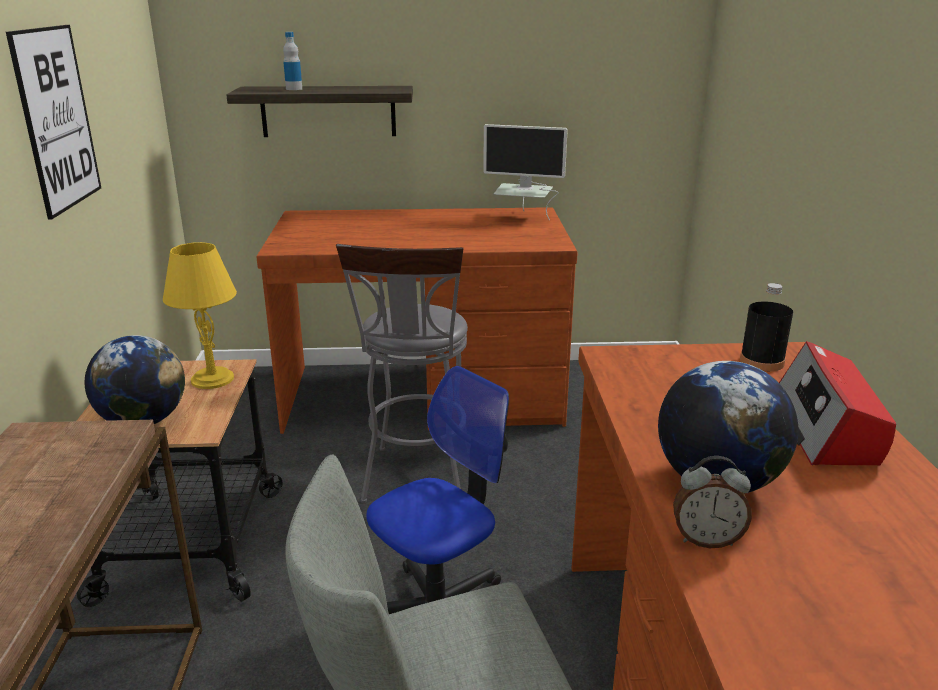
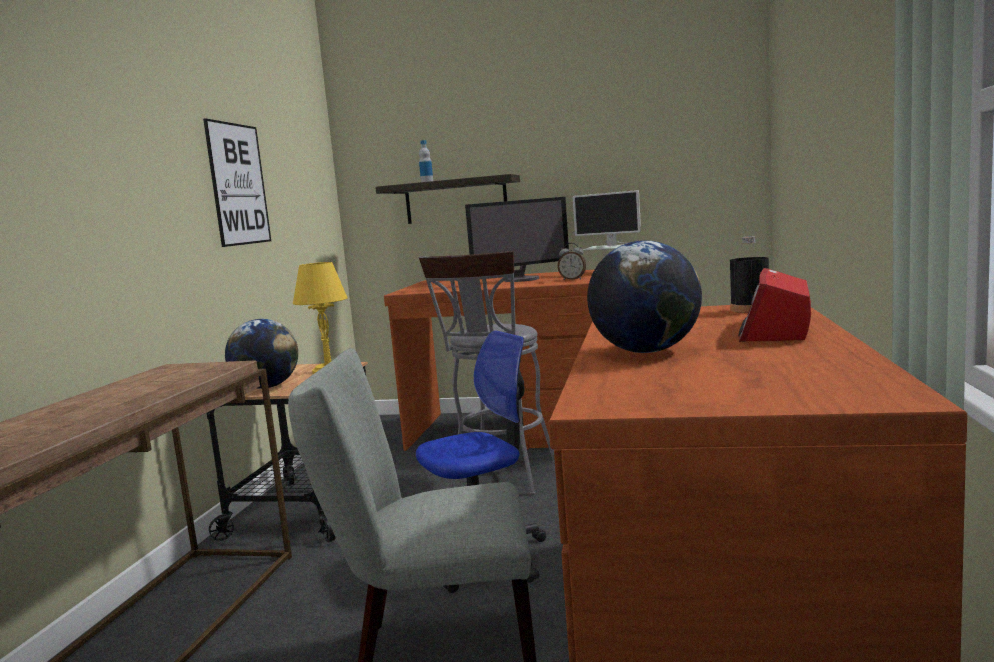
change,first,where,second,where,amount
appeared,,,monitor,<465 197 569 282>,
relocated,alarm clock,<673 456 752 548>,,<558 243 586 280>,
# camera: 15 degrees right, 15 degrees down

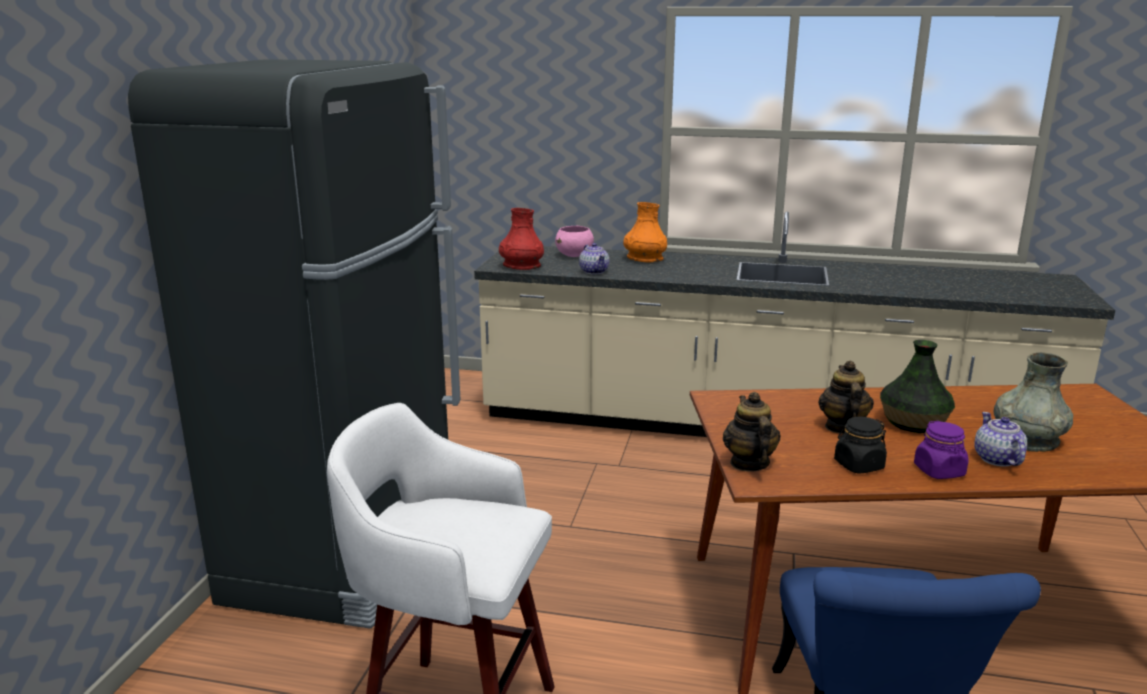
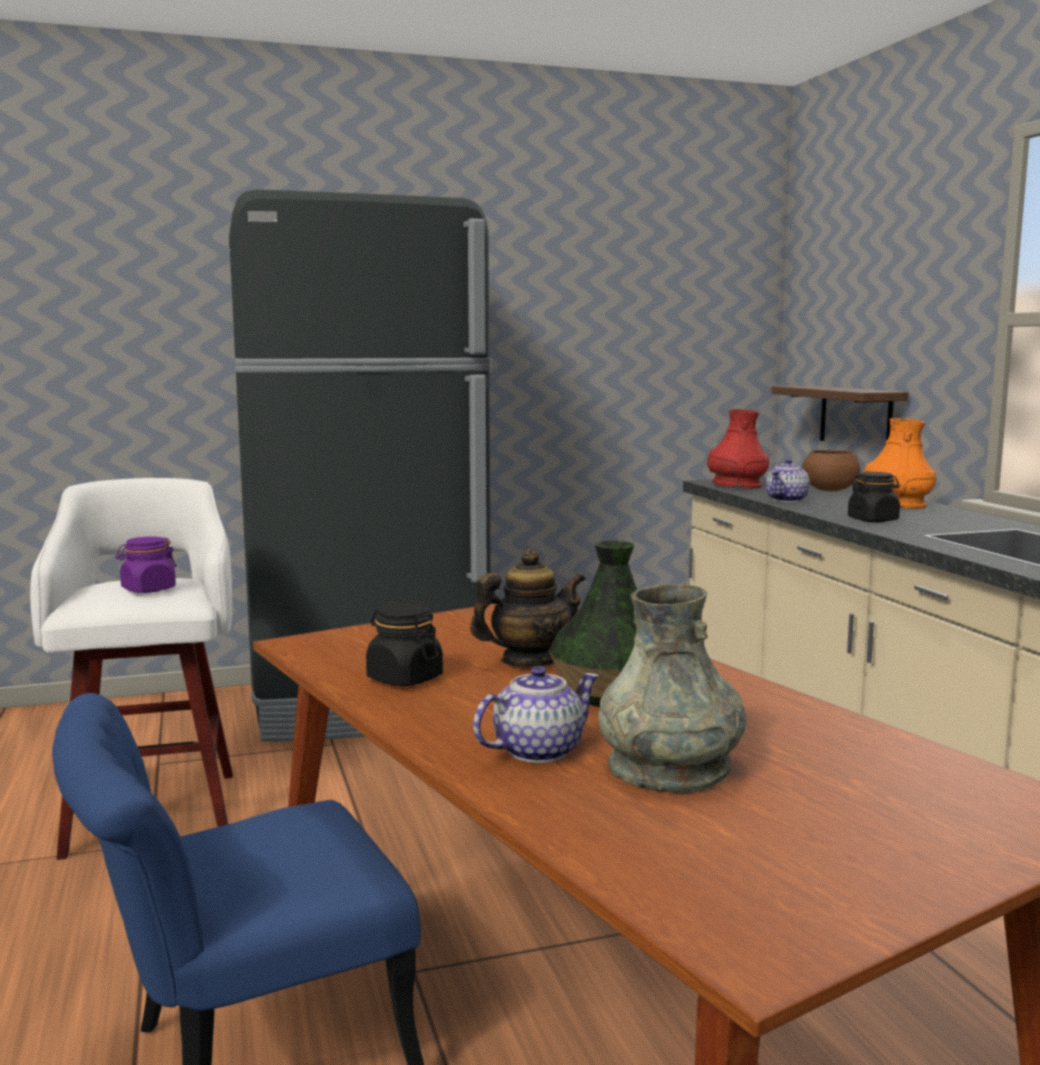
change,first,where,second,where,amount
relocated,purple jar,<914 421 969 479>,,<116 536 176 593>,
appeared,,,shelf,<771 386 909 441>,
colour,pink bowl,<555 226 594 257>,brown bowl,<802 450 860 491>,
appeared,,,black jar,<848 472 900 522>,
missing,teapot,<723 392 781 472>,,,
# camera: 60 degrees right, 10 degrees down

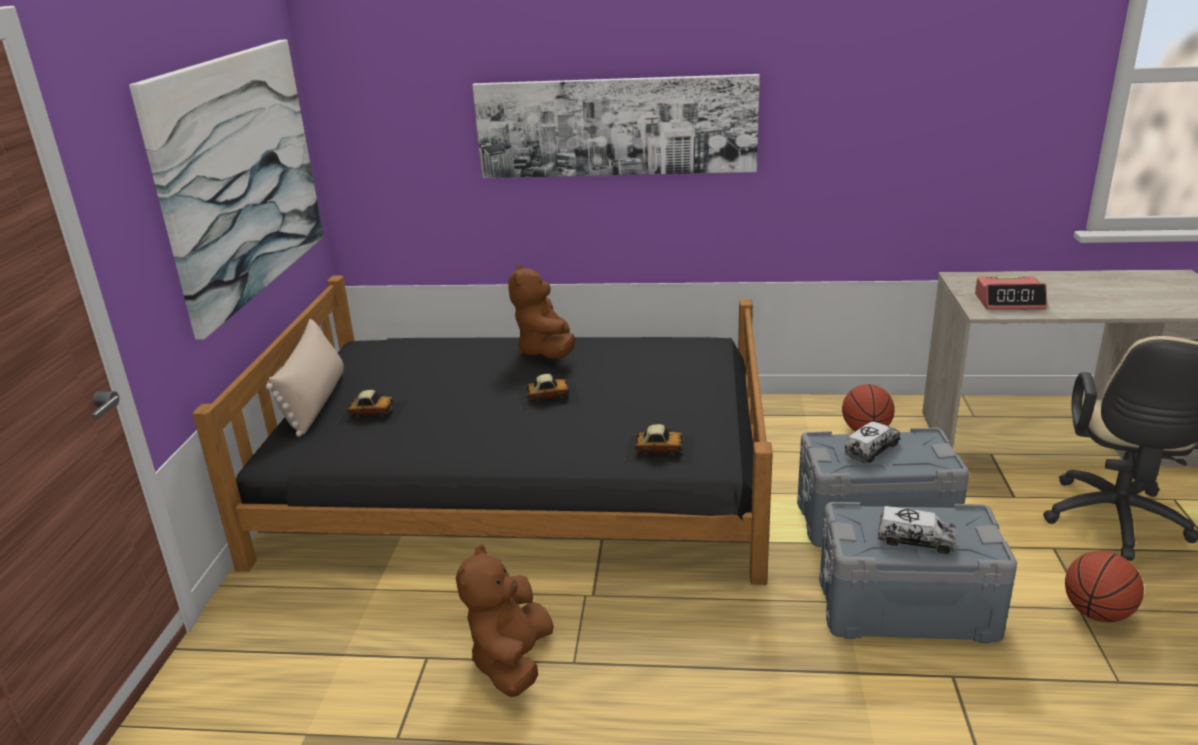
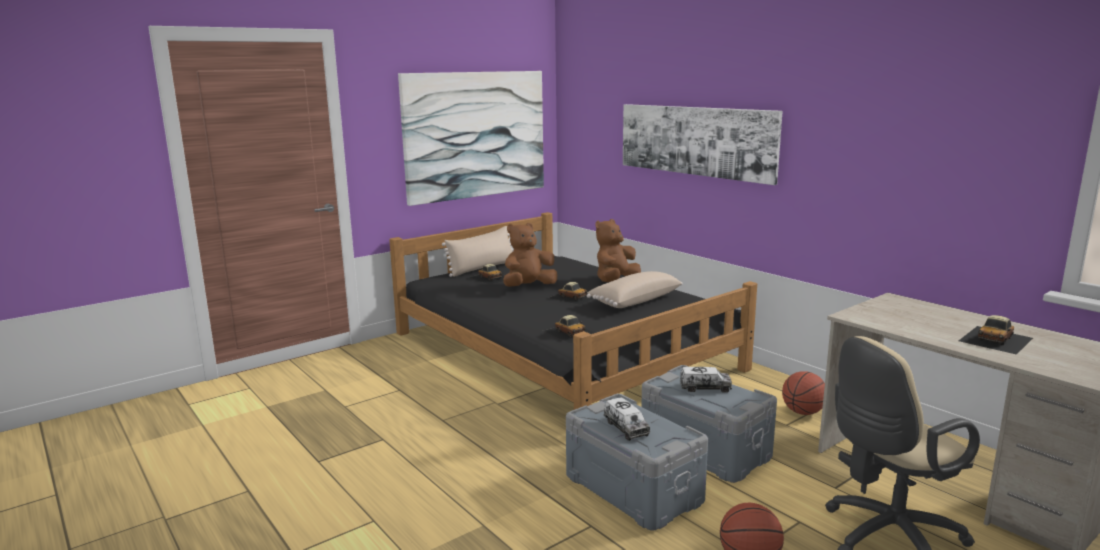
change,first,where,second,where,amount
relocated,brown plush toy,<456 544 554 697>,,<503 223 557 287>,
appeared,,,beige pillow,<587 271 682 308>,
appeared,,,toy car,<959 315 1033 355>,
missing,alarm clock,<975 276 1047 310>,,,
# camera: 45 degrees right, 10 degrees down

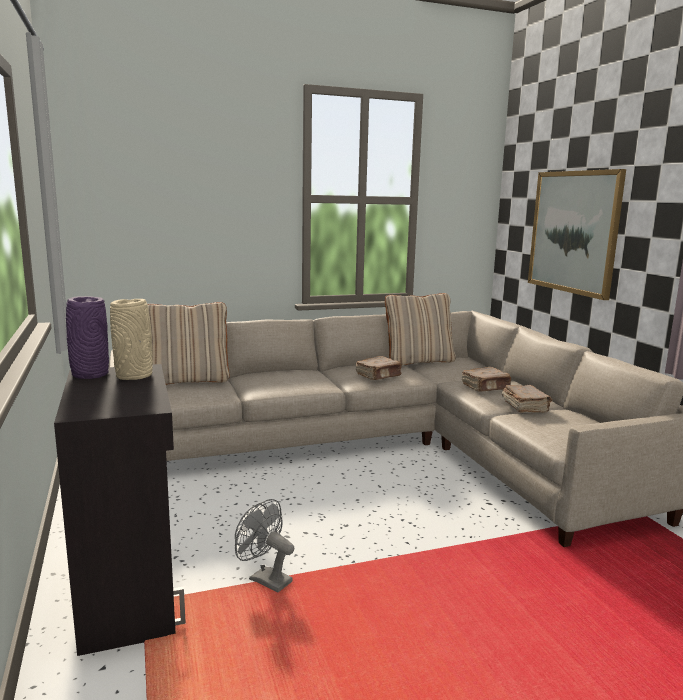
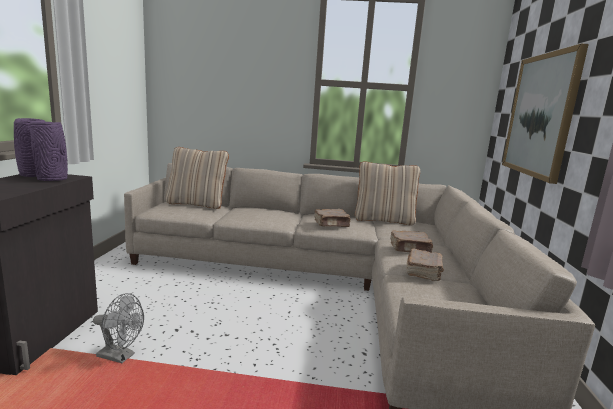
change,first,where,second,where,amount
colour,beige vase,<110 299 153 380>,purple vase,<30 122 68 181>,
spun,grey fan,<235 499 294 592>,,<93 293 144 363>,135 degrees clockwise
# camera: 25 degrees right, 0 degrees up

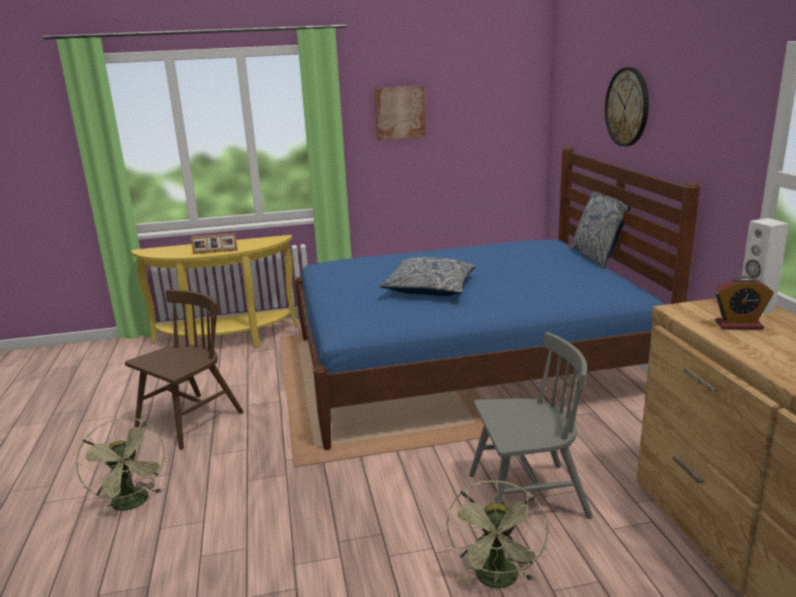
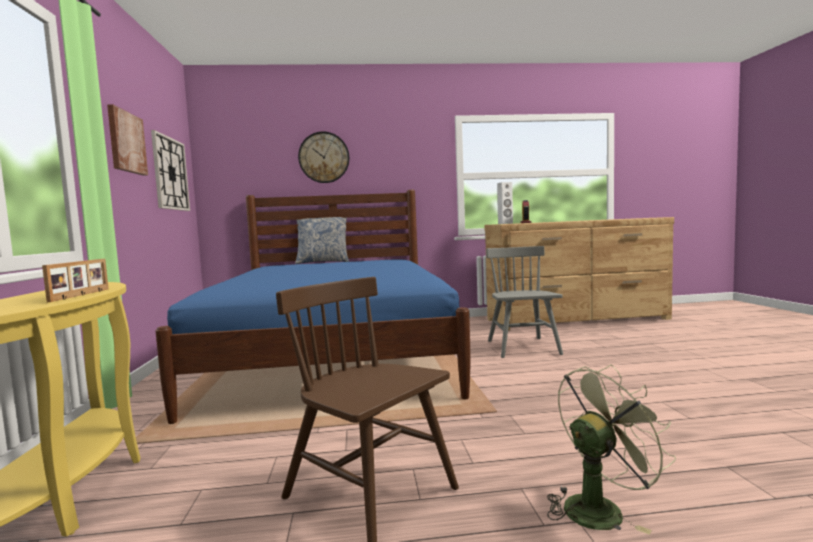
change,first,where,second,where,amount
appeared,,,wall clock,<151 130 190 211>,
missing,pillow,<380 257 476 296>,,,
missing,green fan,<446 480 548 588>,,,
# camera: 85 degrees left, 15 degrees down

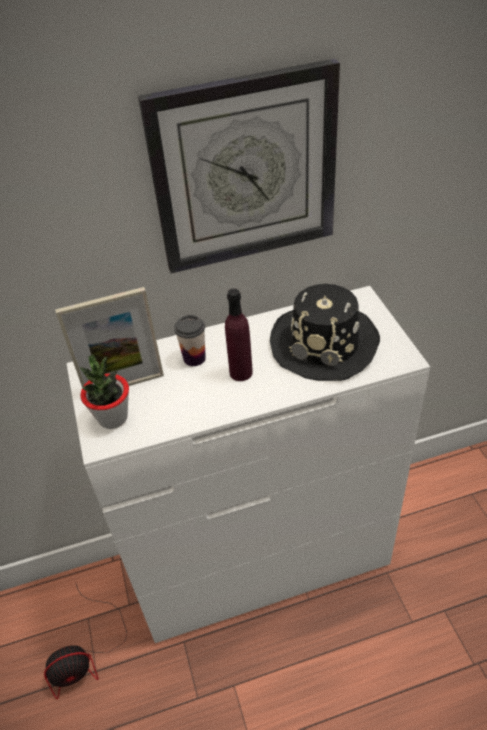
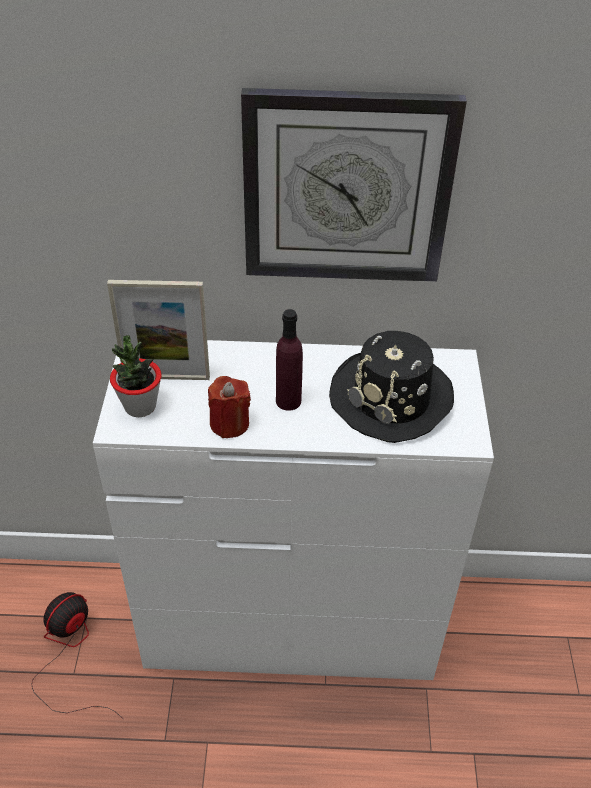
change,first,where,second,where,amount
spun,fan,<44 581 127 699>,,<31 592 124 720>,135 degrees clockwise
appeared,,,red candle,<208 376 251 438>,
missing,cup,<174 315 206 366>,,,
# camera: 15 degrees right, 0 degrees up

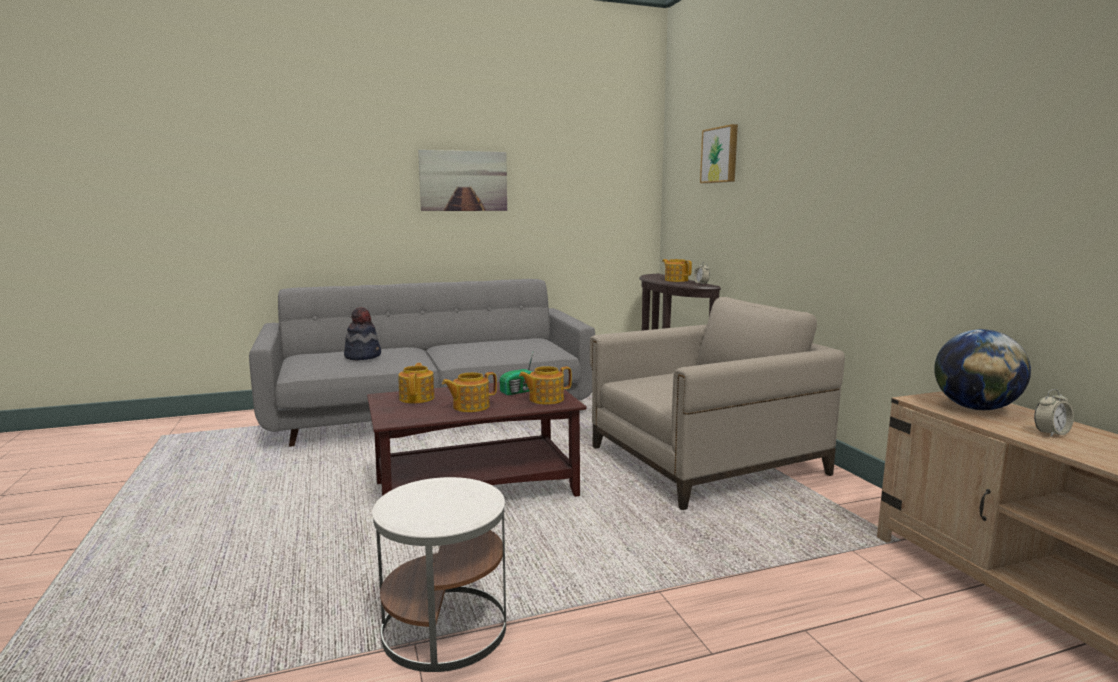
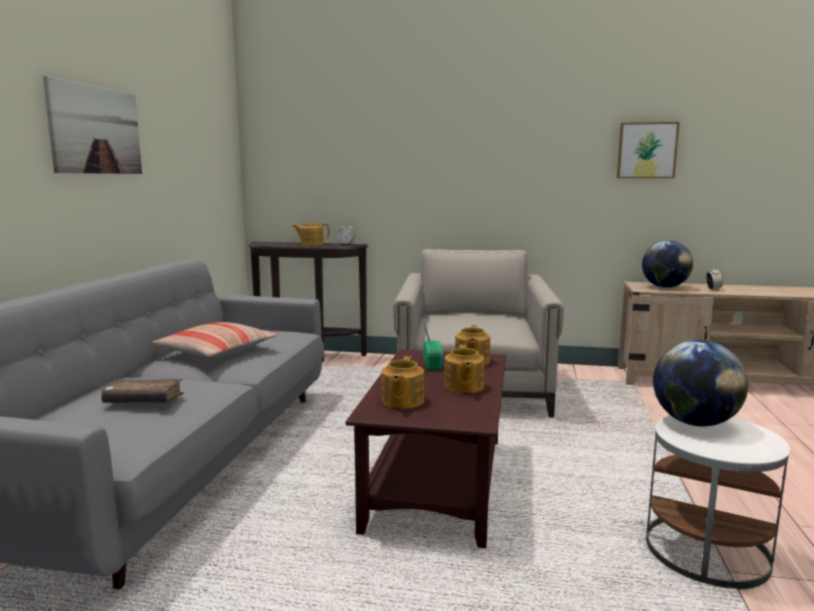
change,first,where,second,where,amount
exchanged,hat,<344 307 381 360>,brown book,<101 379 184 403>,
appeared,,,pillow,<152 322 277 357>,
spun,teapot,<398 363 434 404>,,<381 356 424 409>,105 degrees counterclockwise
relocated,picture,<700 124 738 183>,,<617 122 680 178>,
appeared,,,globe,<653 340 748 427>,
# camera: 60 degrees left, 0 degrees up

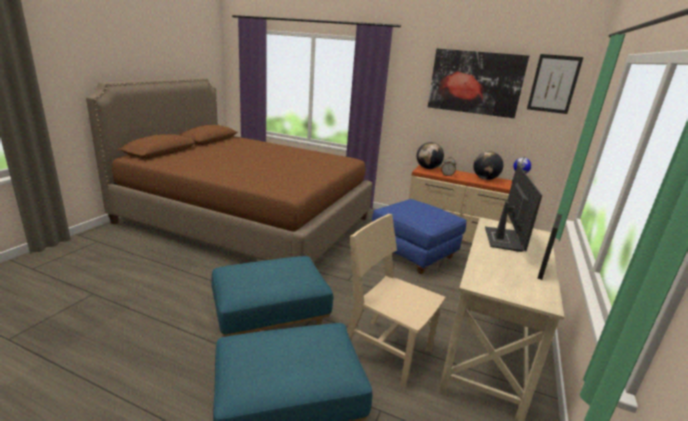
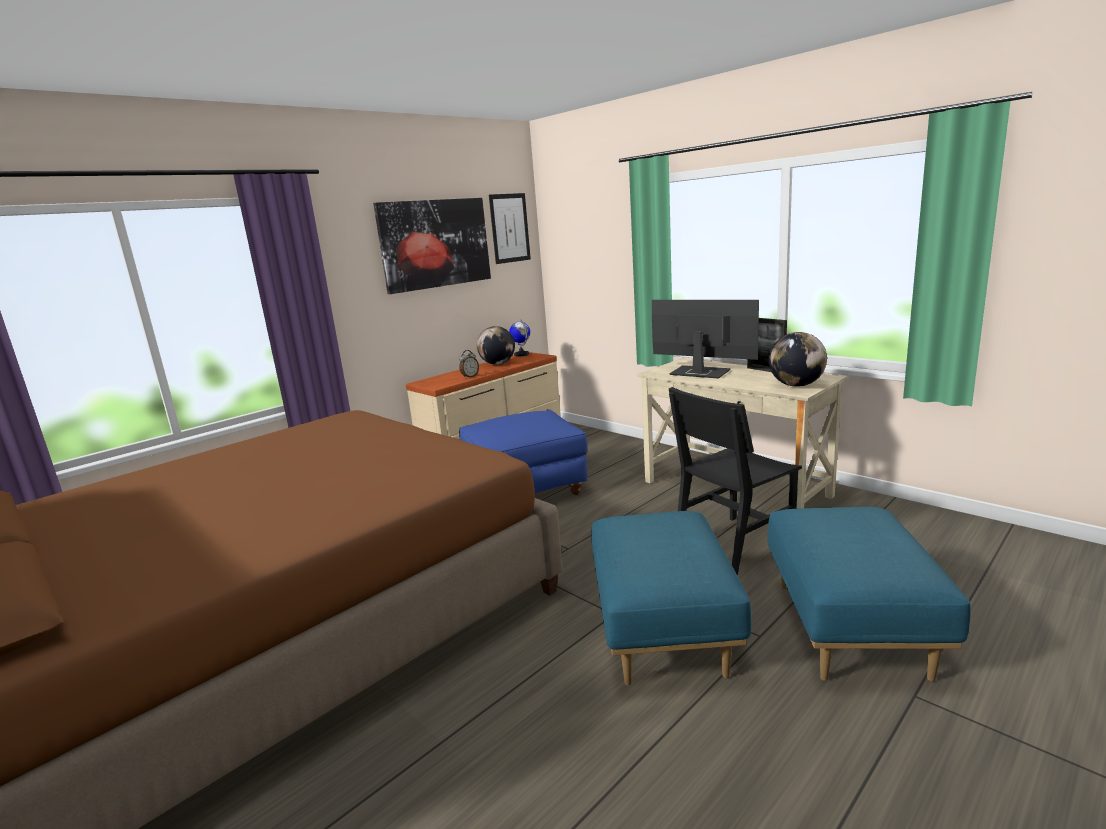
change,first,where,second,where,amount
colour,beige chair,<347 214 446 388>,black chair,<669 387 802 575>,
relocated,globe,<417 142 444 169>,,<769 332 827 387>,
# camera: 65 degrees left, 5 degrees down

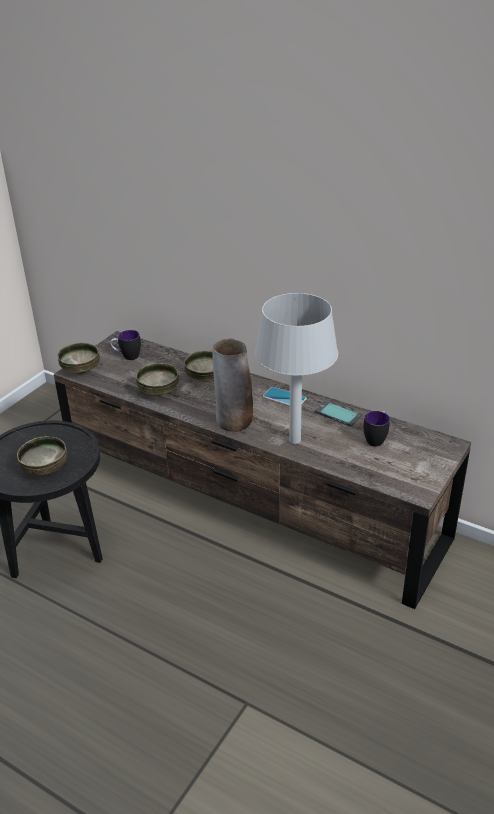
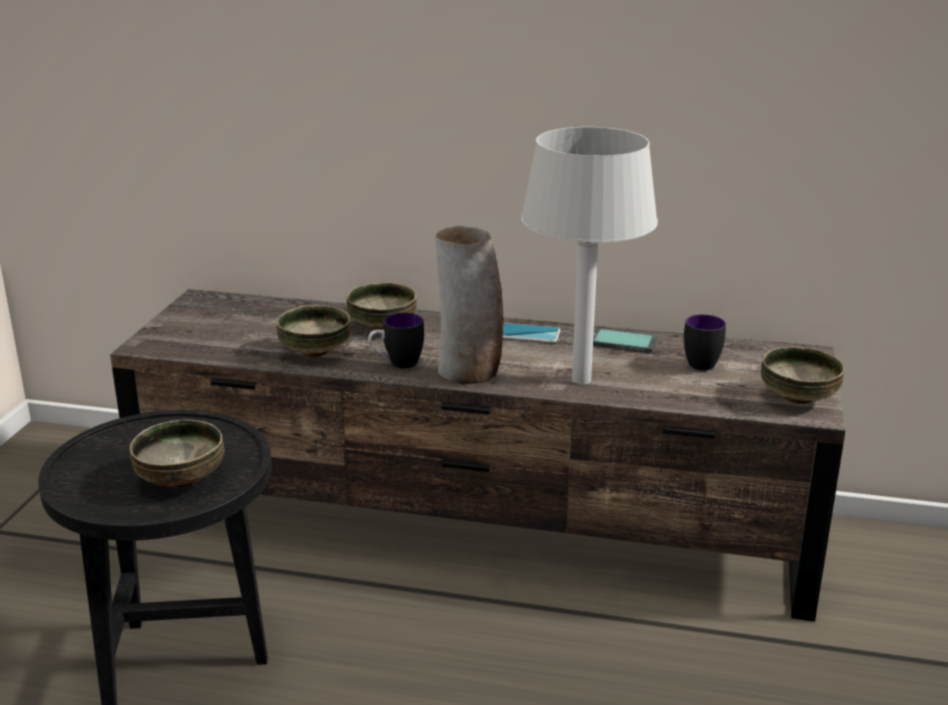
change,first,where,second,where,amount
relocated,mug,<110 330 141 360>,,<368 313 424 369>,
relocated,bowl,<58 343 100 374>,,<761 346 844 404>,
# camera: 20 degrees left, 10 degrees down

